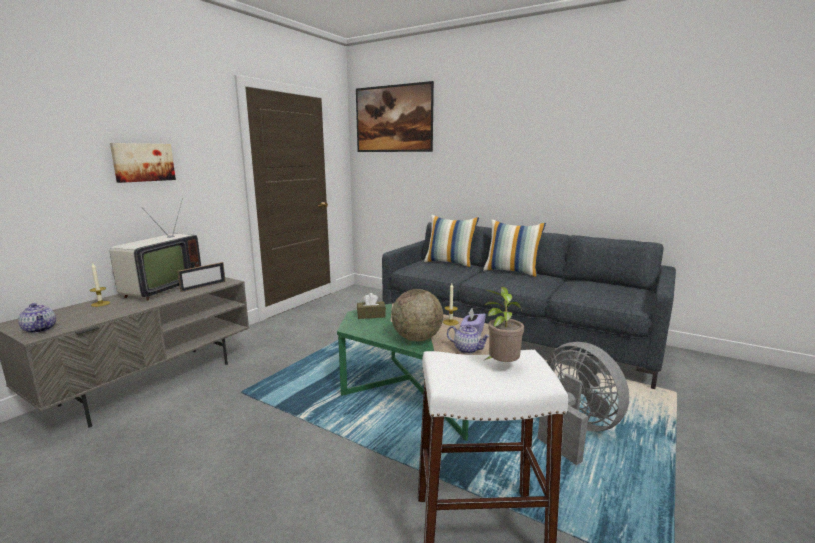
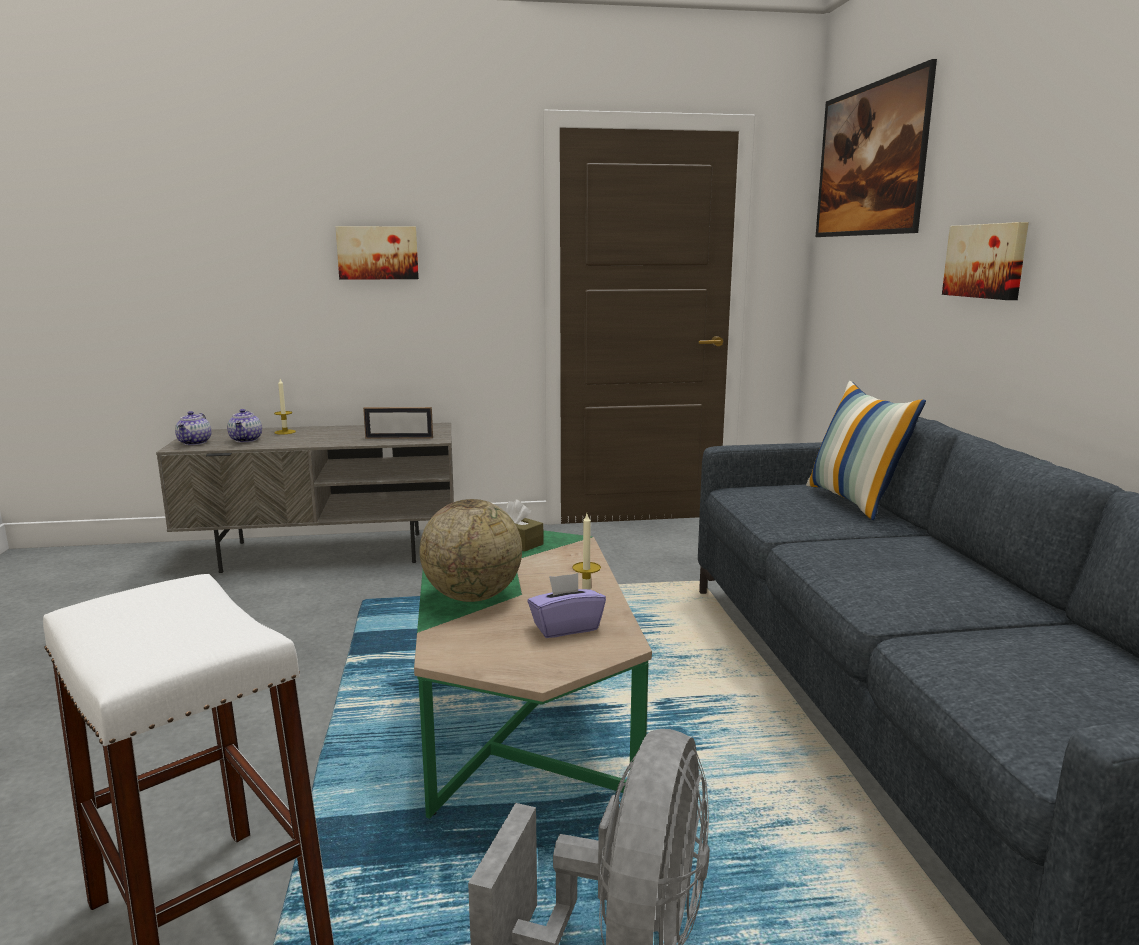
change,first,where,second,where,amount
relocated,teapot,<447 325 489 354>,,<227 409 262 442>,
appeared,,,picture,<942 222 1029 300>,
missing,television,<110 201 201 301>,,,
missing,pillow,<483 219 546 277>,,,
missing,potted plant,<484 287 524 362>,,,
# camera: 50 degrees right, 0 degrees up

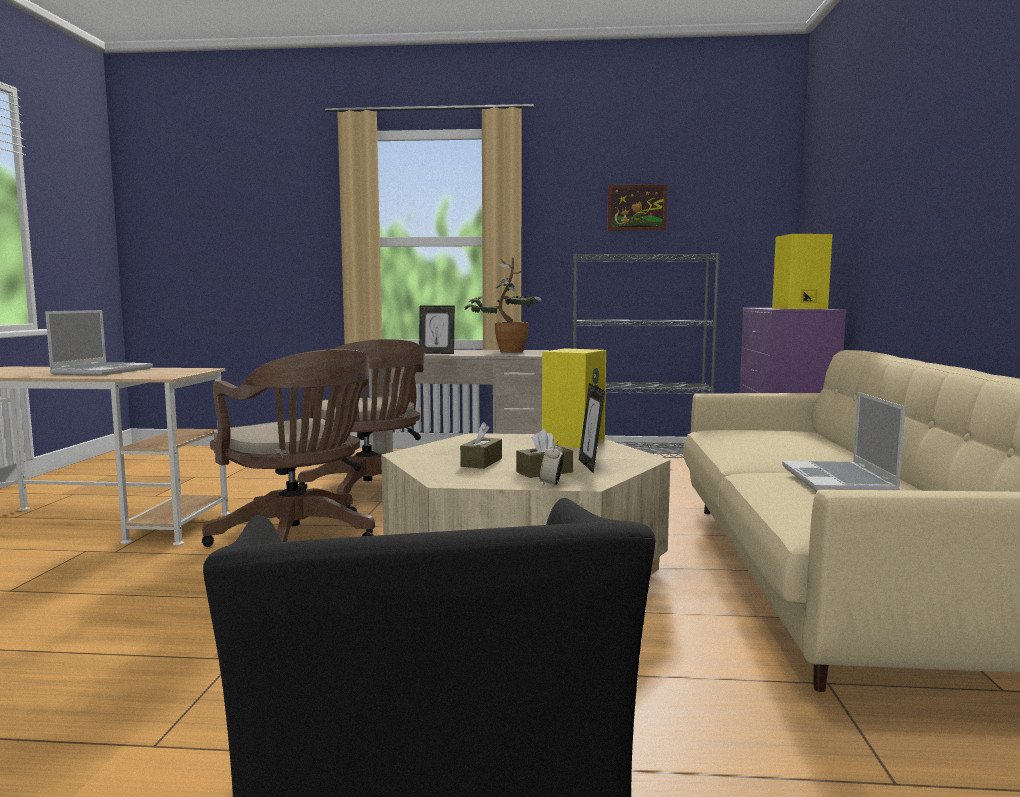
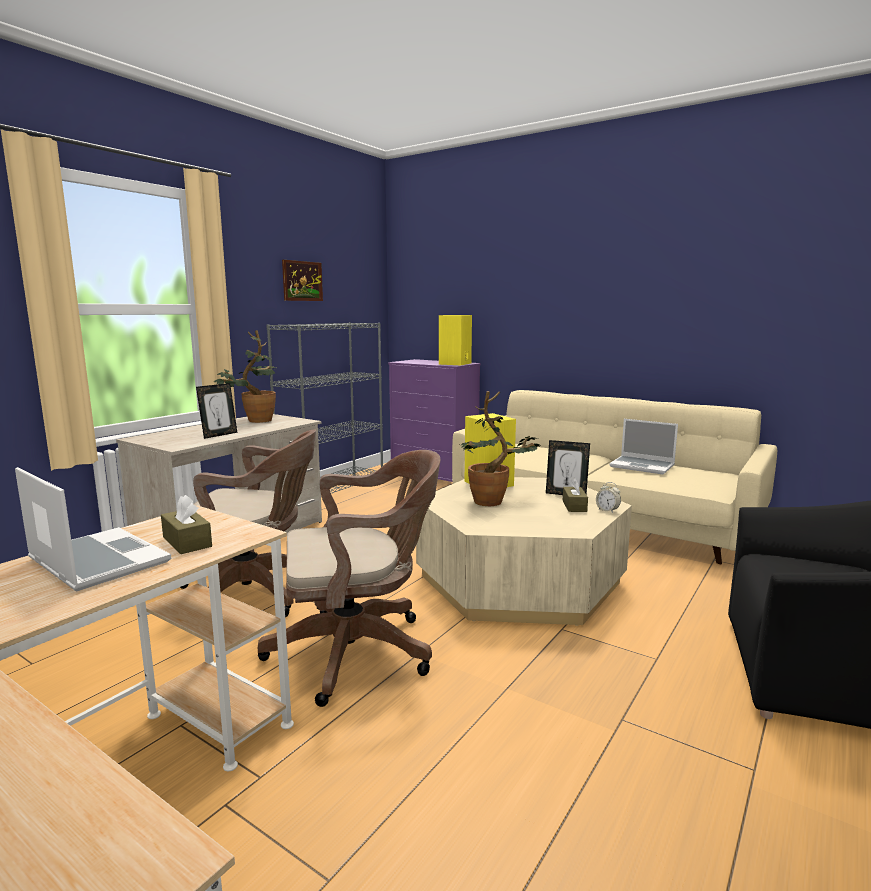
change,first,where,second,where,amount
relocated,brown tissue box,<460 422 502 469>,,<161 495 212 554>,
appeared,,,potted plant,<459 391 542 506>,
# camera: 60 degrees left, 5 degrees up

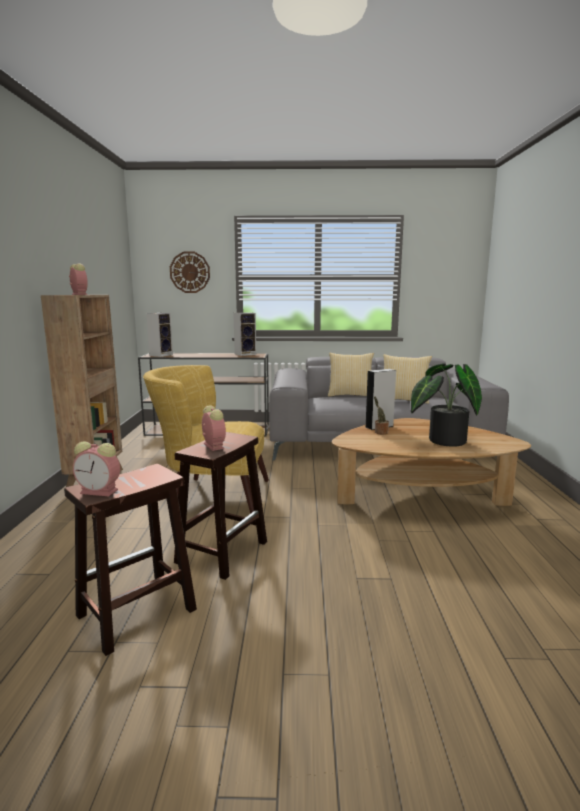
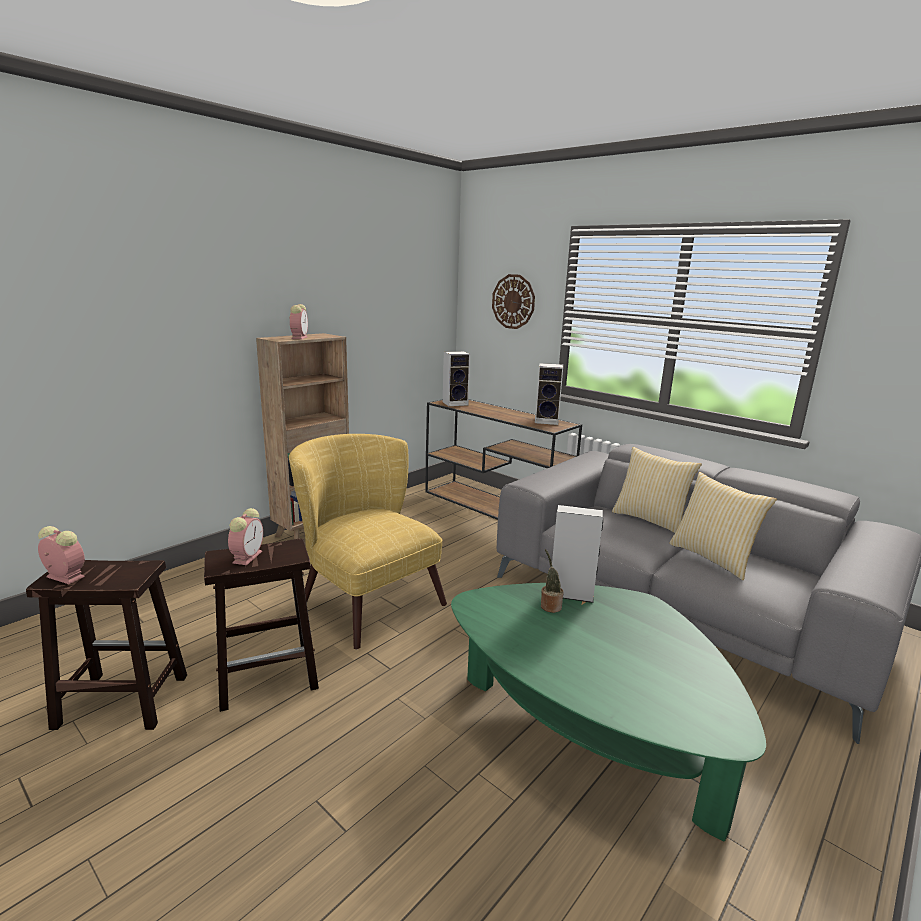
change,first,where,second,where,amount
spun,alarm clock,<73 441 120 496>,,<38 526 85 584>,150 degrees clockwise
colour,brown coffee table,<332 418 531 506>,green coffee table,<451 583 766 842>,
missing,potted plant,<411 363 482 447>,,,
# camera: 40 degrees right, 5 degrees up

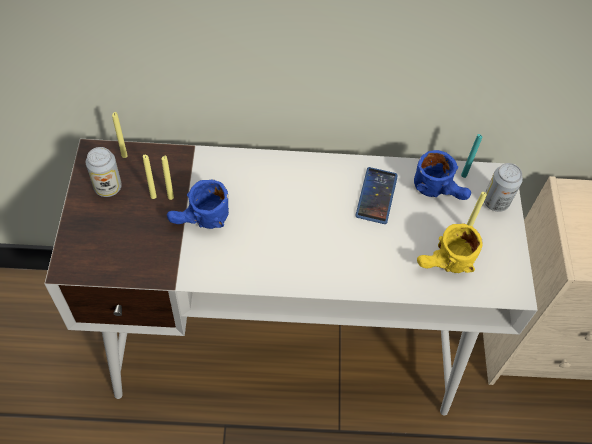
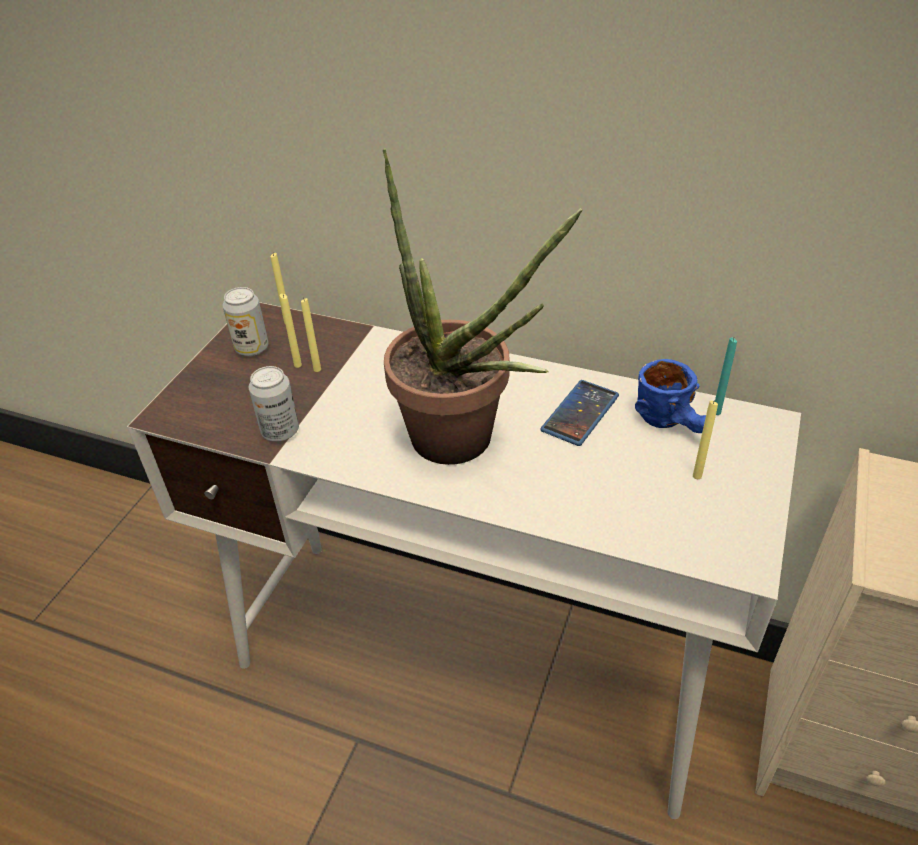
change,first,where,second,where,amount
relocated,can,<484 163 523 212>,,<249 366 299 442>,
appeared,,,potted plant,<383 148 583 465>,
missing,blue mug,<167 179 229 229>,,,
missing,yellow mug,<417 223 483 273>,,,
# camera: 25 degrees right, 15 degrees down

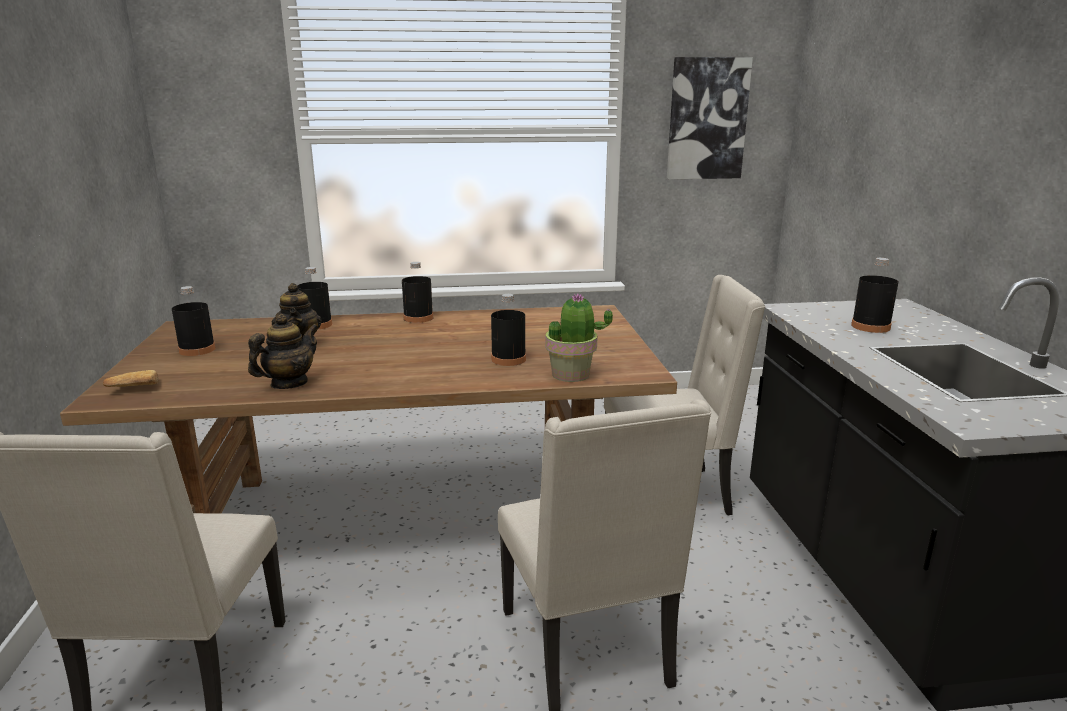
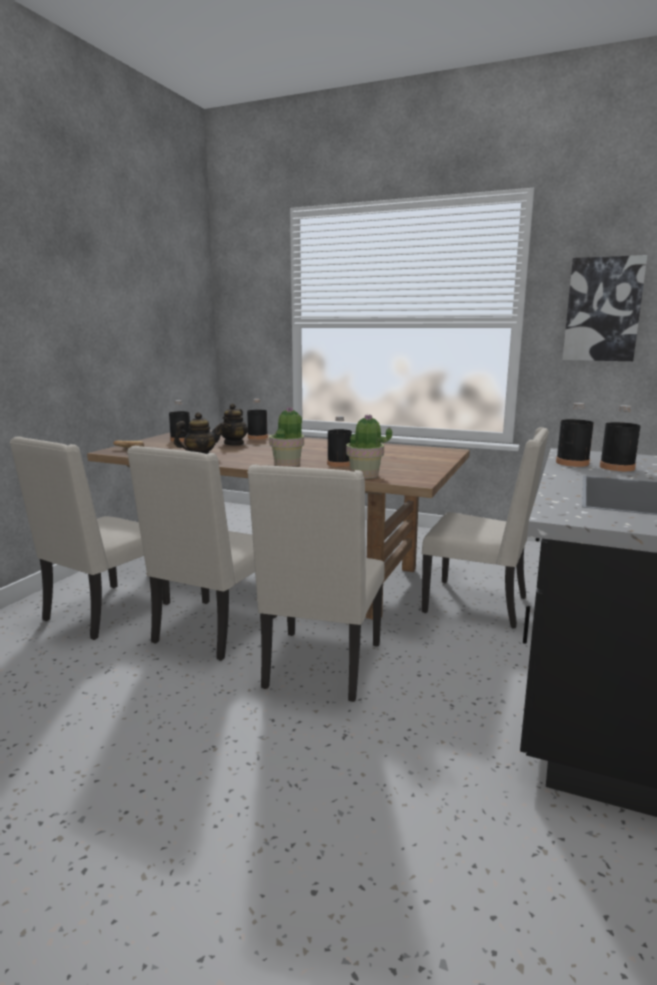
change,first,where,second,where,amount
appeared,,,beige chair,<127 446 277 661>,
appeared,,,potted plant,<269 408 304 467>,
relocated,black bottle,<402 262 433 323>,,<556 403 594 467>,
# camera: 30 degrees right, 5 degrees down

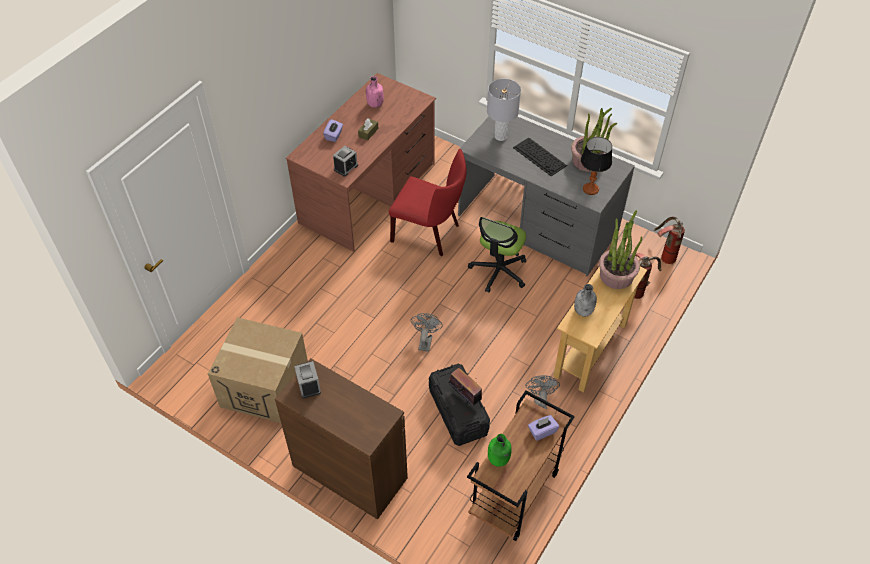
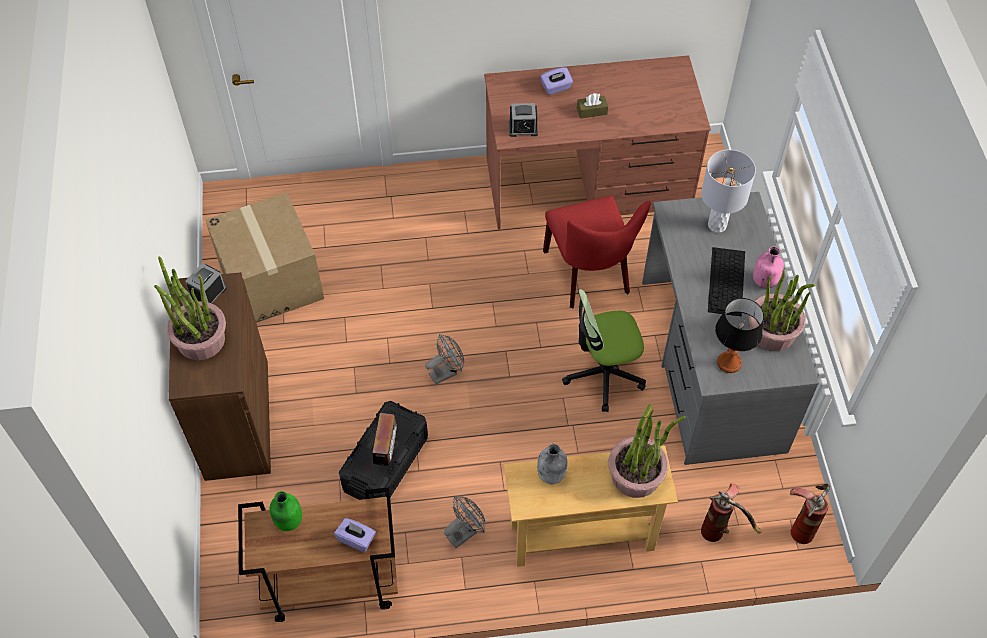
change,first,where,second,where,amount
appeared,,,potted plant,<154 256 226 360>,
relocated,pink bottle,<366 76 384 108>,,<753 246 784 288>,
# camera: 50 degrees right, 5 degrees up

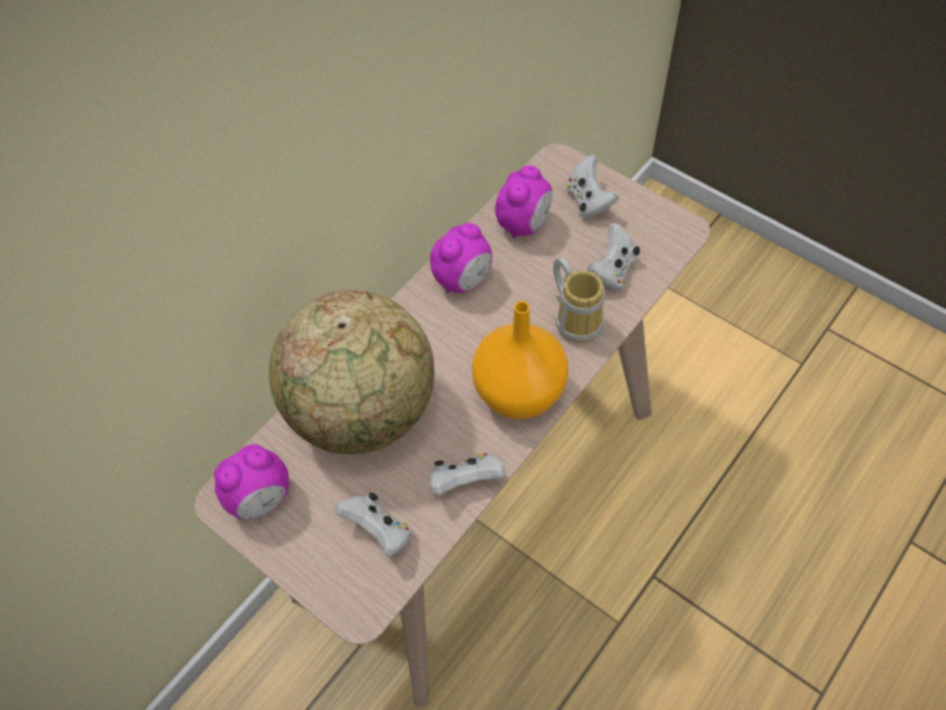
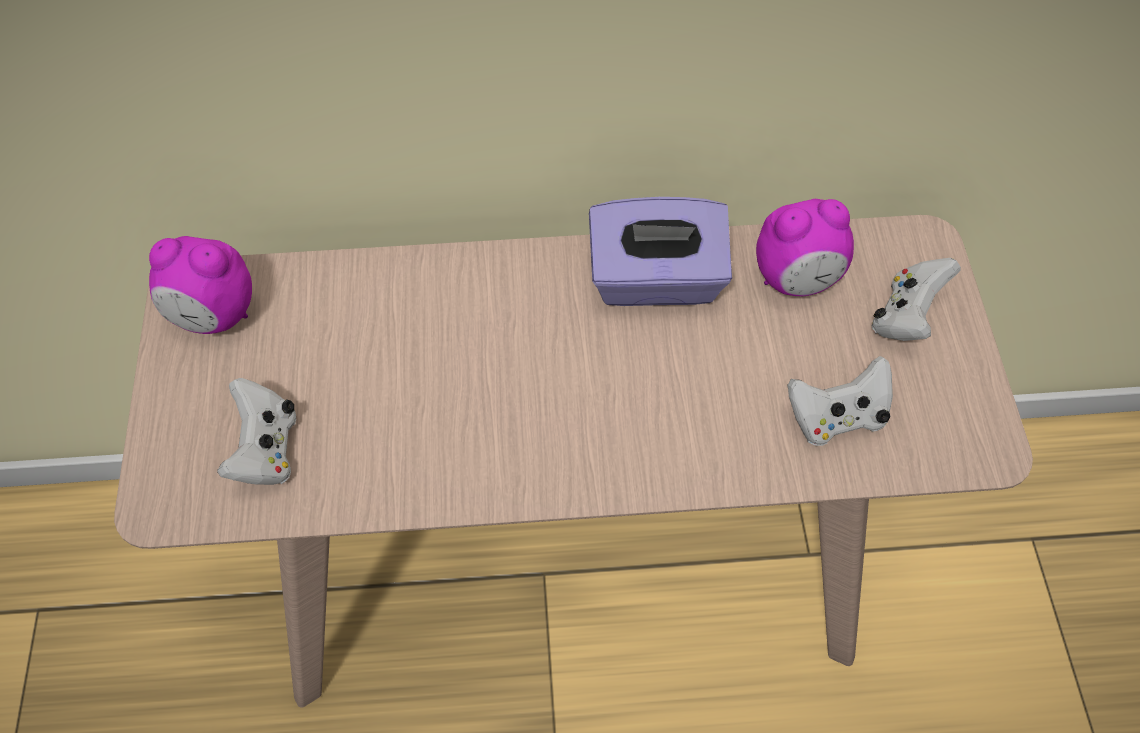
change,first,where,second,where,amount
exchanged,alarm clock,<430 223 492 293>,purple tissue box,<589 197 732 306>,
missing,globe,<269 290 434 454>,,,
missing,white game controller,<430 453 506 496>,,,
missing,orange vase,<472 301 569 419>,,,
missing,mug,<553 257 605 343>,,,
# camera: 45 degrees right, 0 degrees up

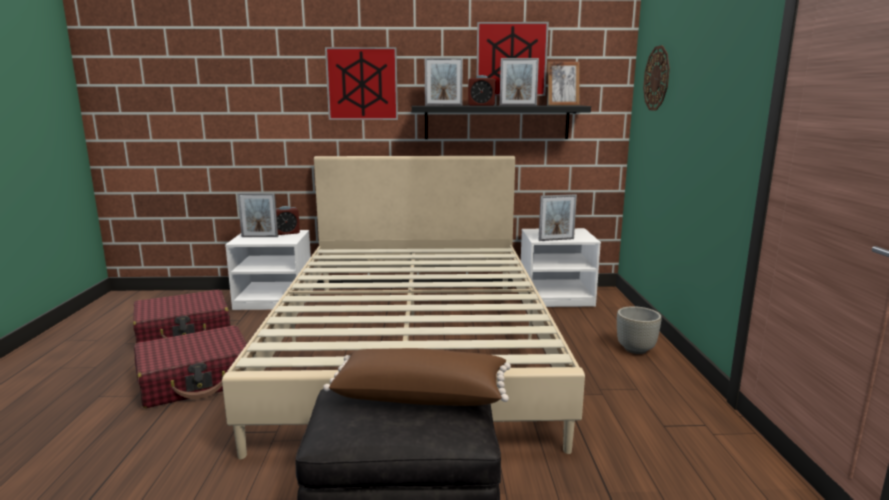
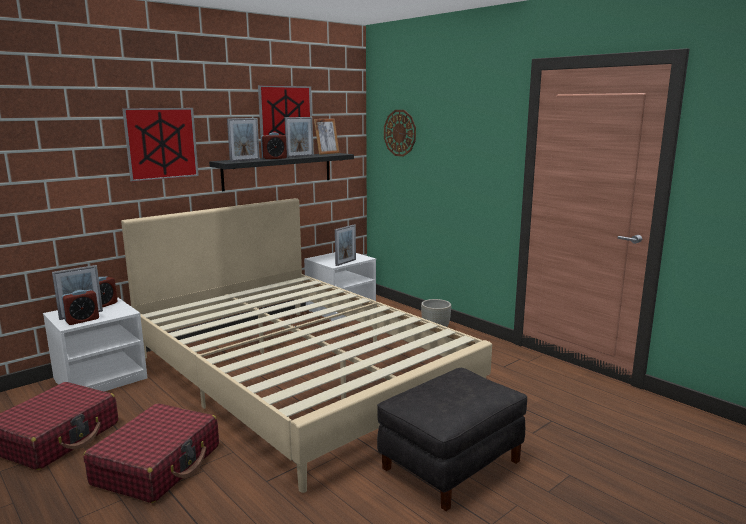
change,first,where,second,where,amount
appeared,,,alarm clock,<62 290 99 325>,
missing,brown pillow,<323 348 511 406>,,,
# camera: 40 degrees left, 0 degrees up

